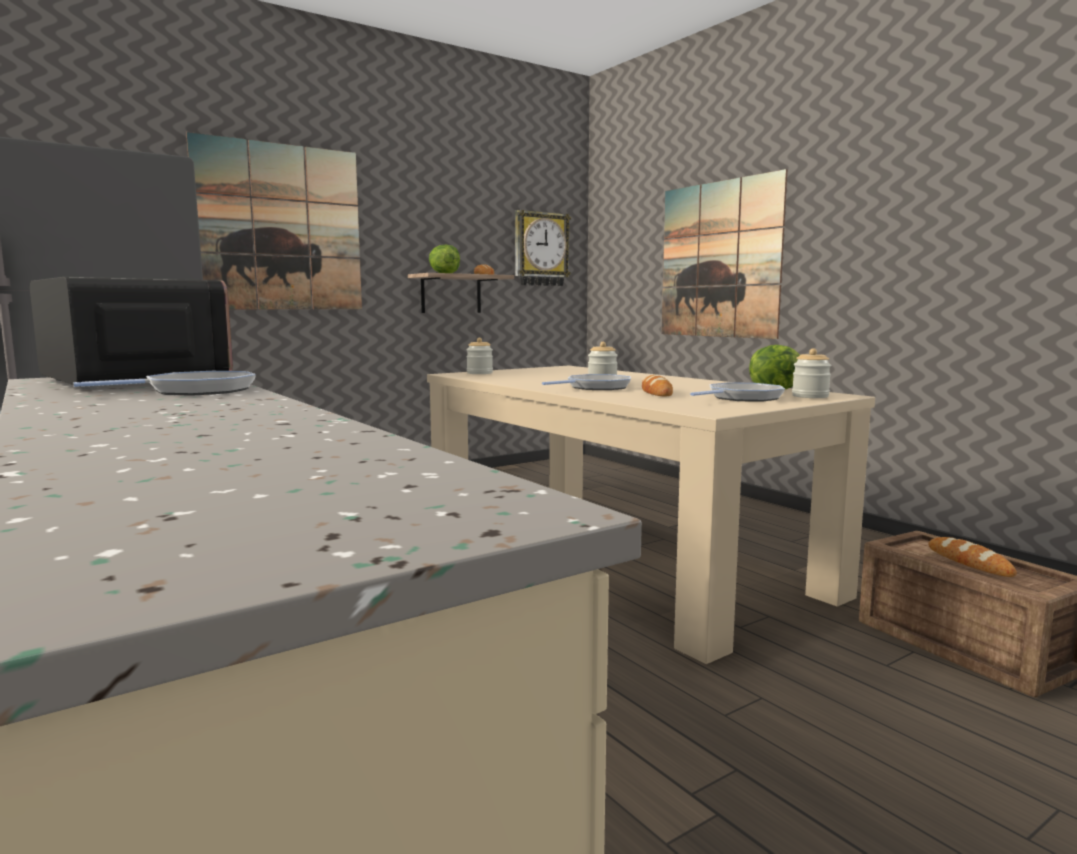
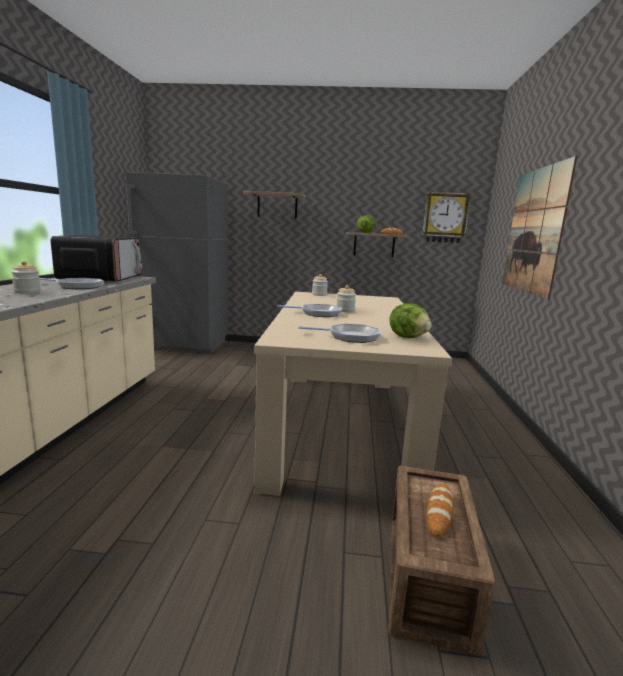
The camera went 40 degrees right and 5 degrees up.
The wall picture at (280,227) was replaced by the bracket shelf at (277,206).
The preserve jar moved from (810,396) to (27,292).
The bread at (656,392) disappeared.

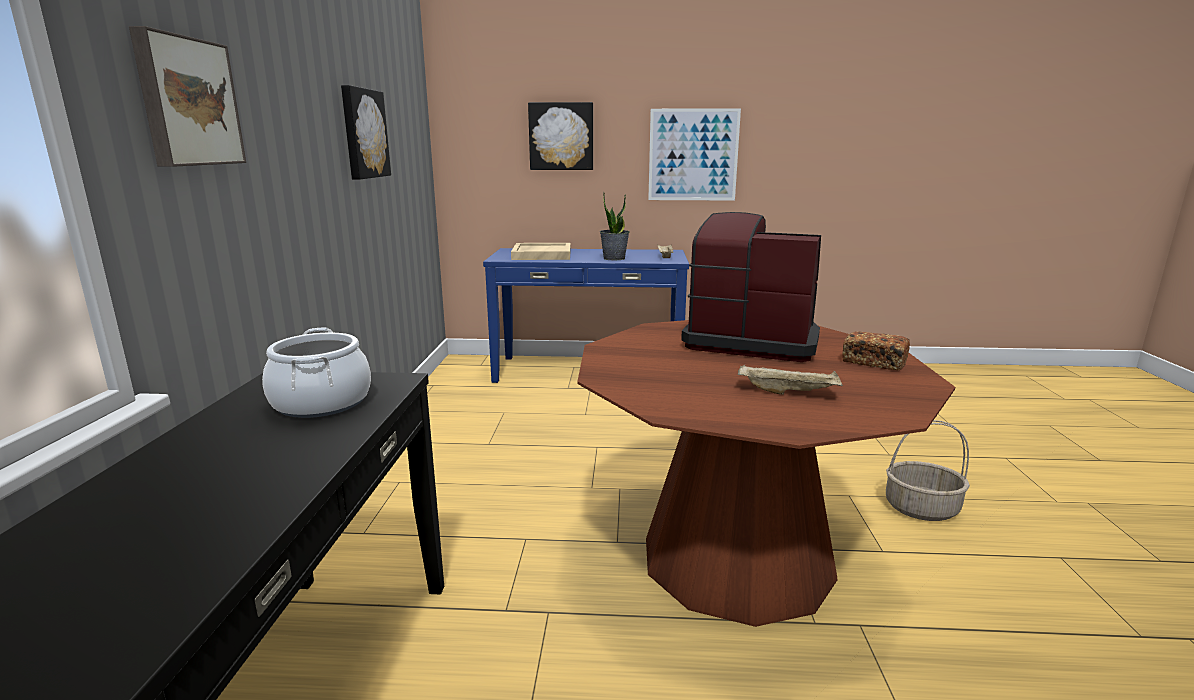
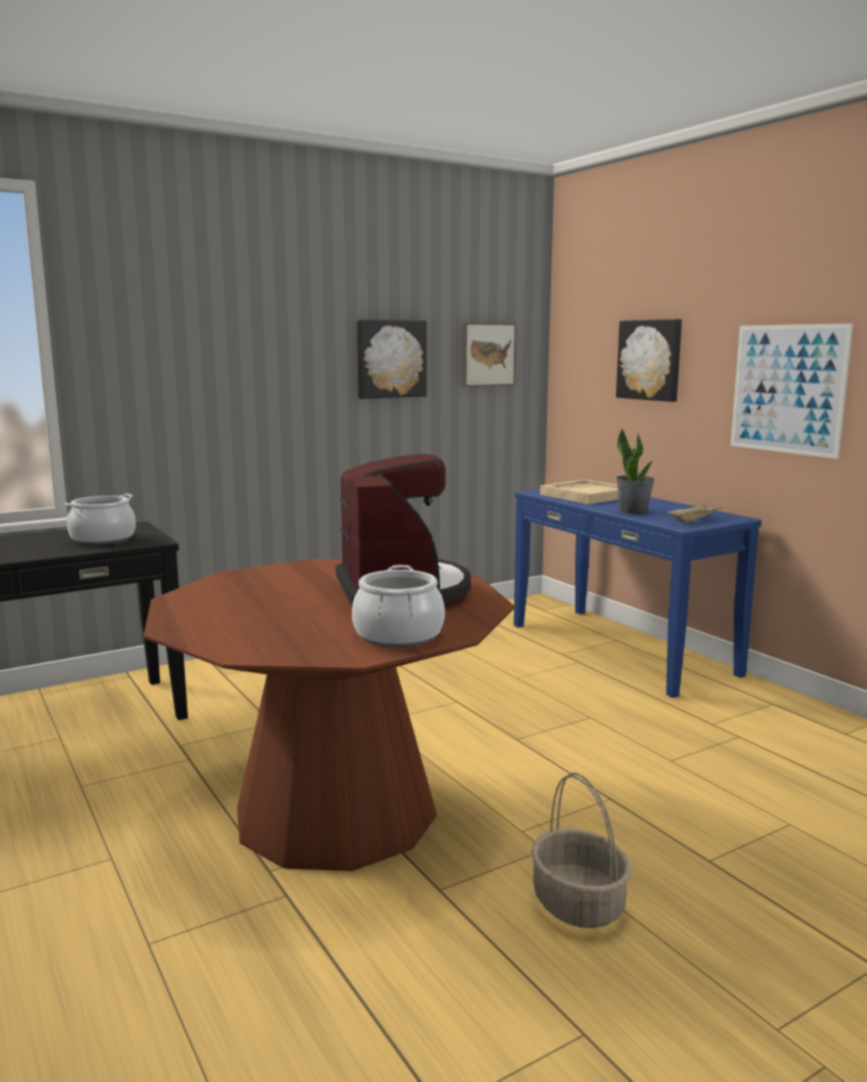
The camera went 55 degrees right and 5 degrees down.
The wall picture moved from (187,102) to (486,354).
The bread at (873,363) was replaced by the cooking pot at (398,635).
The sand-coloured serving tray at (789,392) disappeared.

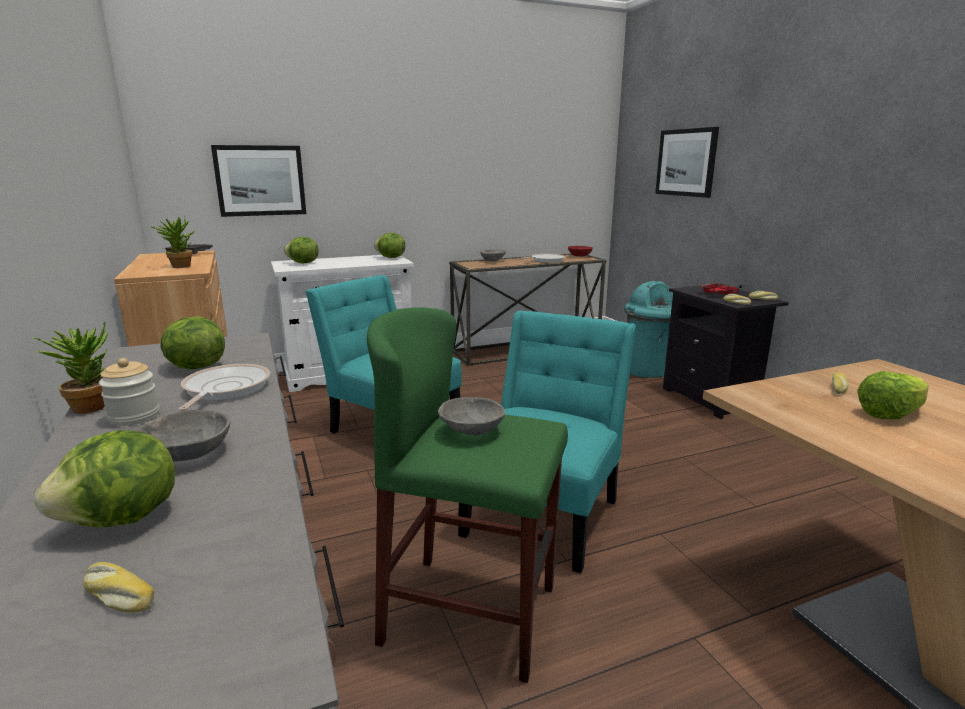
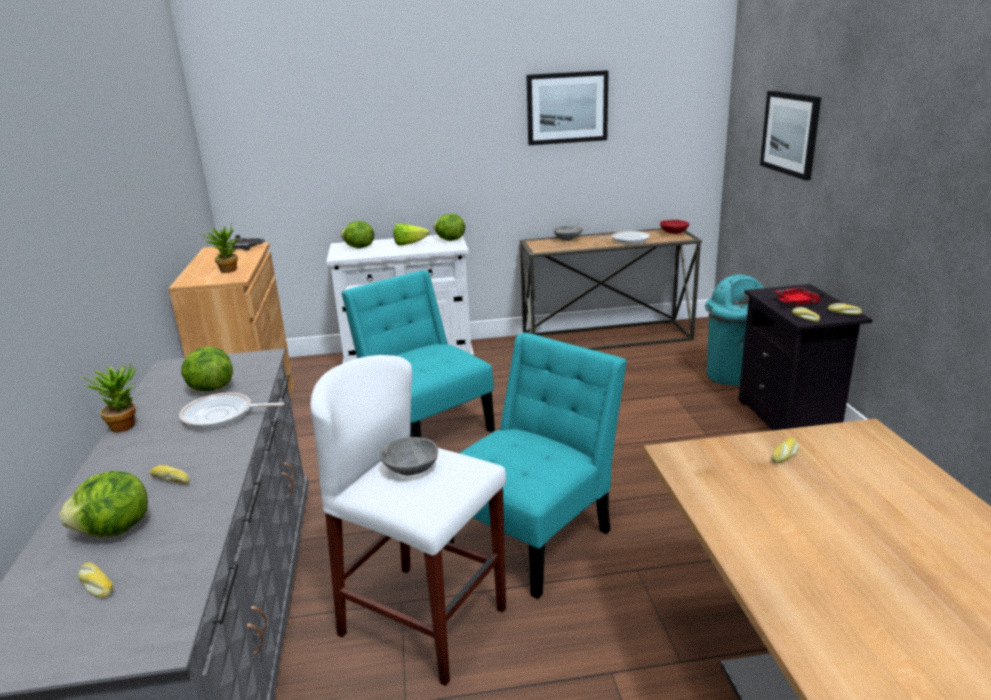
The camera went 15 degrees right and 5 degrees up.
The wall picture moved from (260,180) to (567,108).
The green stool at (470,614) became the white-coloured stool at (423,621).
The preserve jar at (134,417) disappeared.
The pan at (224,389) turned 105 degrees counterclockwise.
The lettuce head moved from (890,414) to (409,244).
The grey serving bowl at (187,454) was replaced by the bread at (172,479).

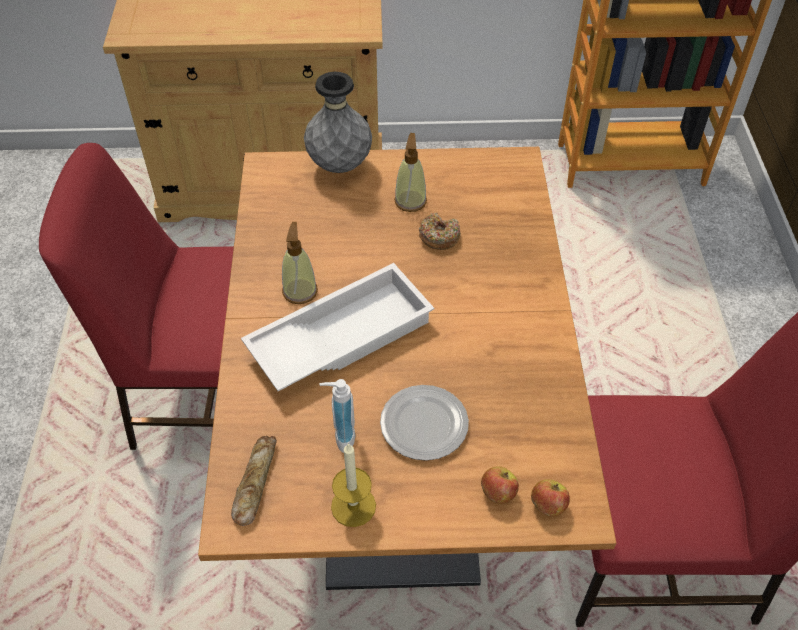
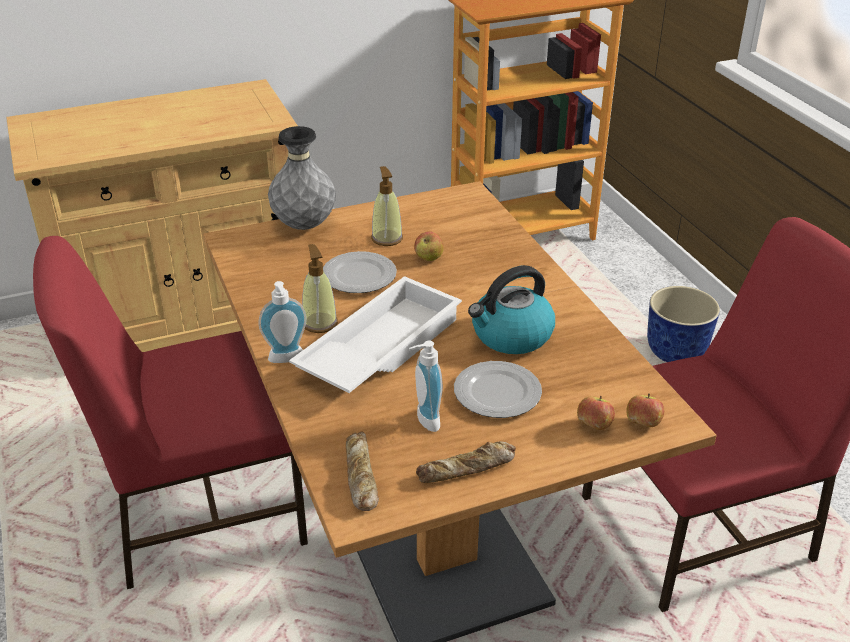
The camera went 20 degrees left and 15 degrees down.
The doughnut at (439,237) was replaced by the apple fruit at (429,258).
The wax candle at (353,506) was replaced by the bread at (467,469).
The dinner plate at (358,276) appeared.
The tea kettle at (511,336) appeared.
The soap bottle at (287,359) appeared.
The plant pot at (676,354) appeared.

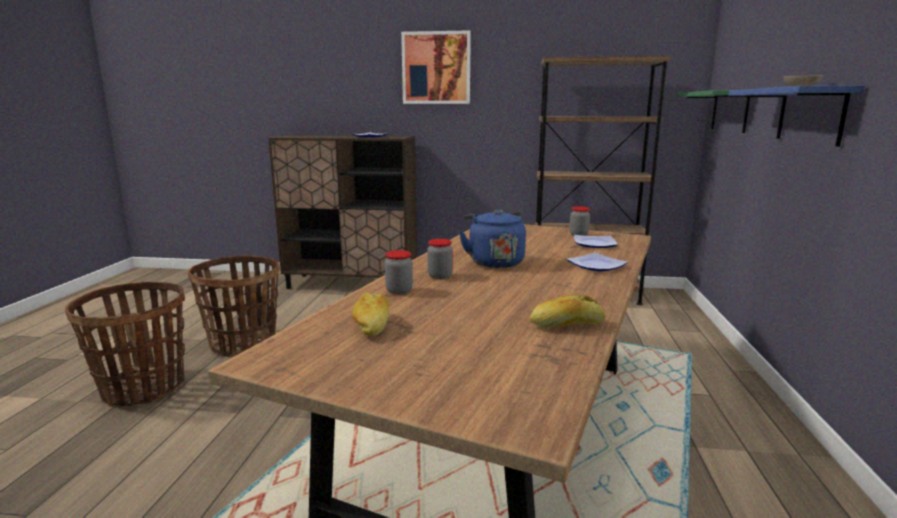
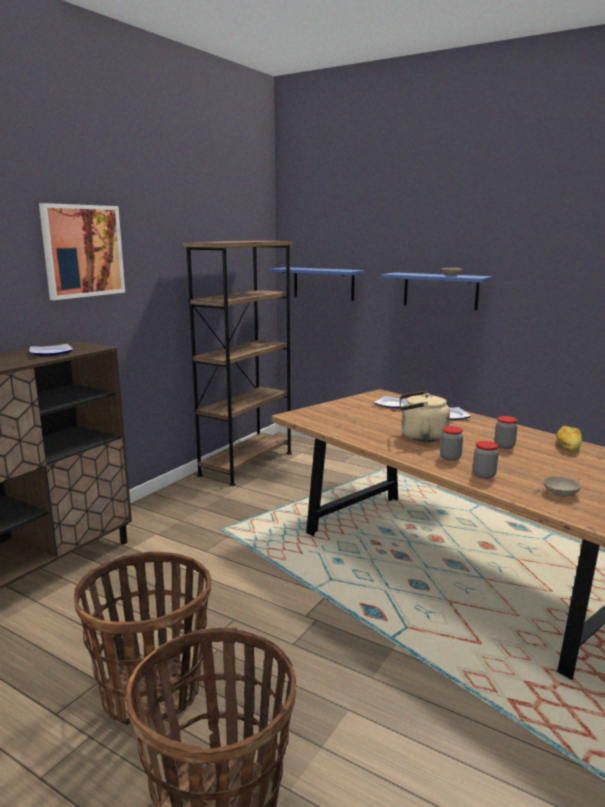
The camera went 65 degrees left and 0 degrees up.
The green bracket shelf at (730,111) became the bluish bracket shelf at (323,283).
The preserve jar moved from (578,235) to (504,446).
The bluish tea kettle at (494,262) became the sand-coloured tea kettle at (420,437).
The bread at (371,325) was replaced by the sand-coloured serving bowl at (561,493).

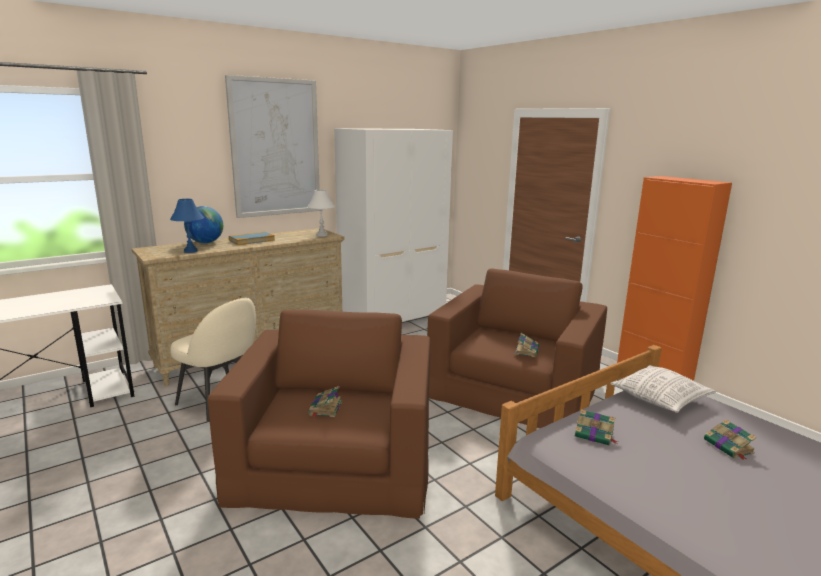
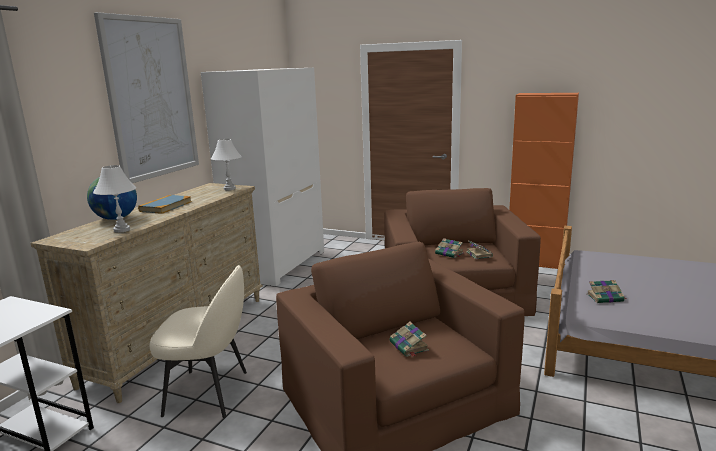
The camera went 30 degrees left and 0 degrees up.
The bluish table lamp at (190,251) became the white-coloured table lamp at (122,230).
The cushion at (660,399) disappeared.
The volume moved from (729,447) to (449,253).

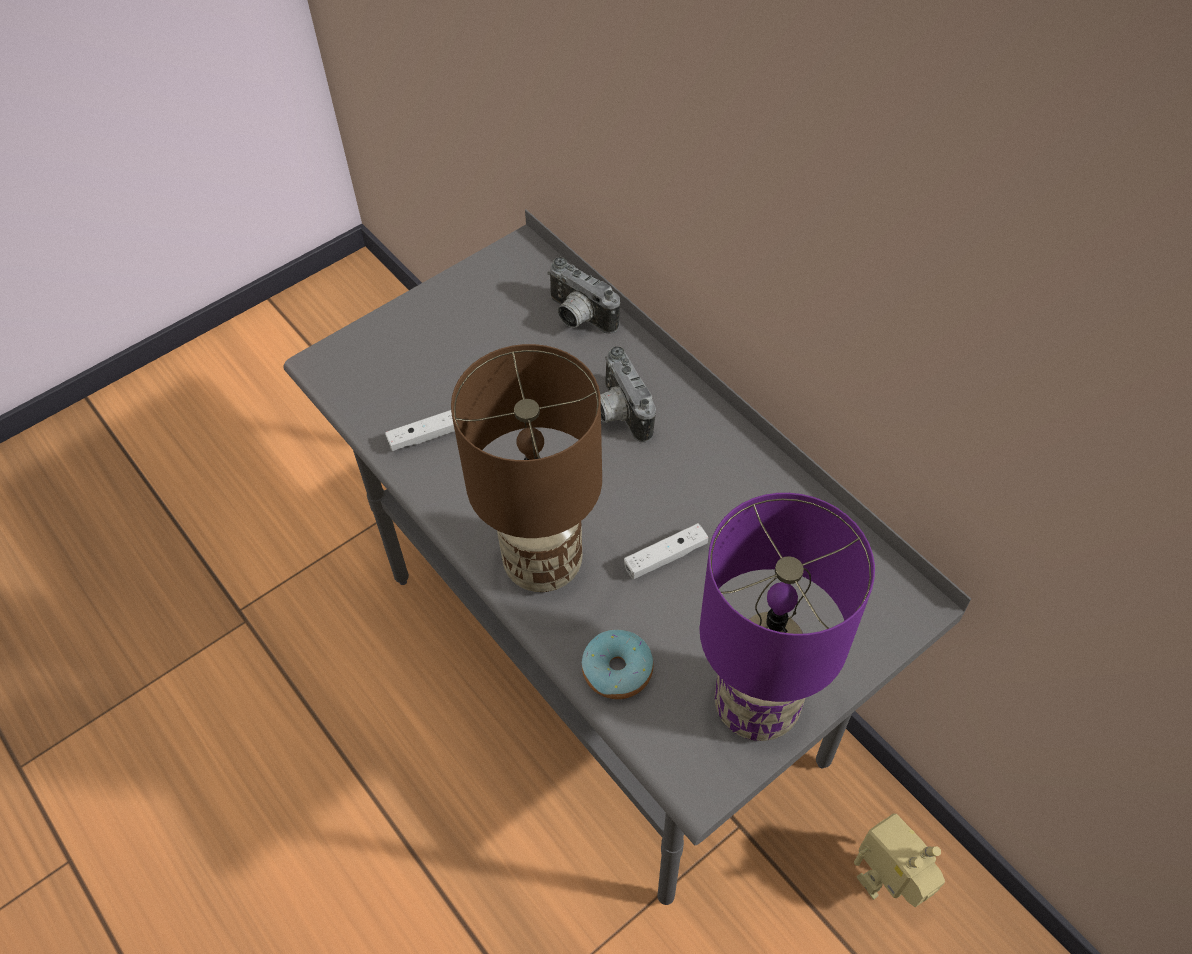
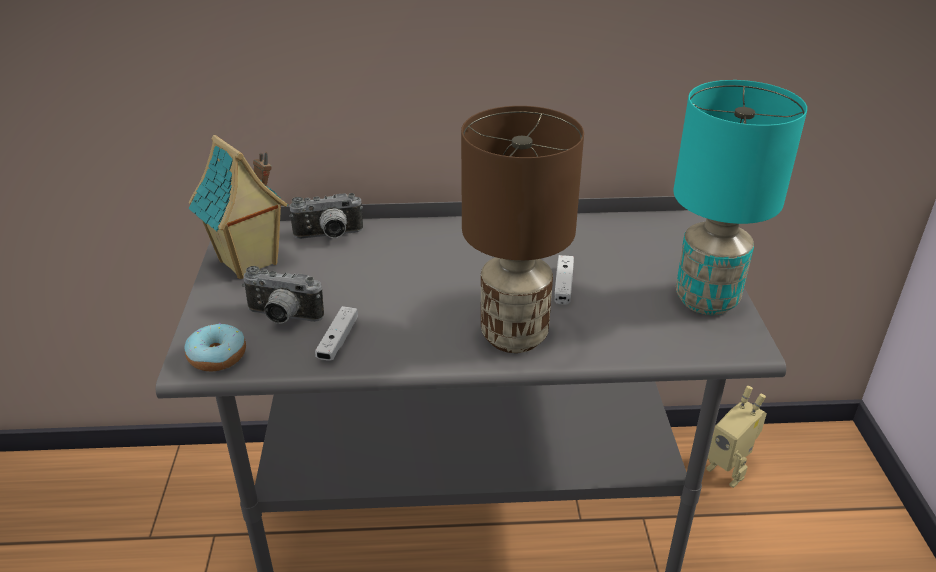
The camera went 55 degrees left and 20 degrees down.
The photo camera moved from (618,413) to (282,318).
The purple-coloured table lamp at (754,704) became the turquoise table lamp at (705,300).
The doughnut moved from (617,670) to (217,356).
The toy robot at (887,883) turned 45 degrees counterclockwise.
The miniature house at (249,263) appeared.

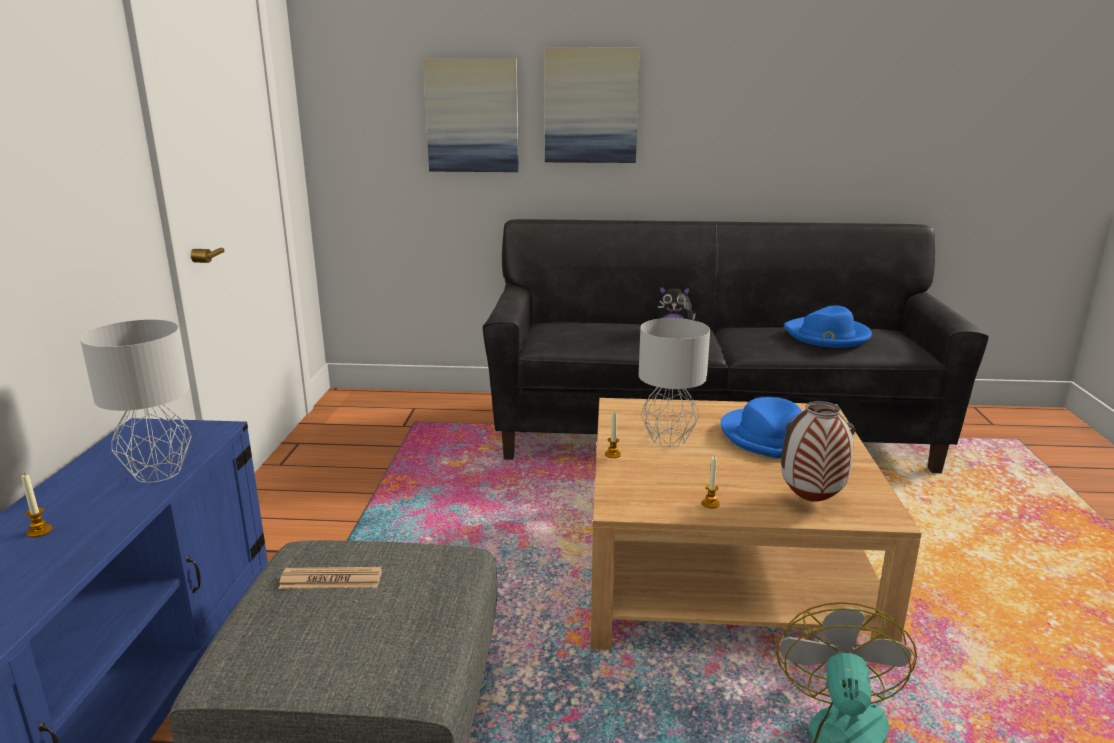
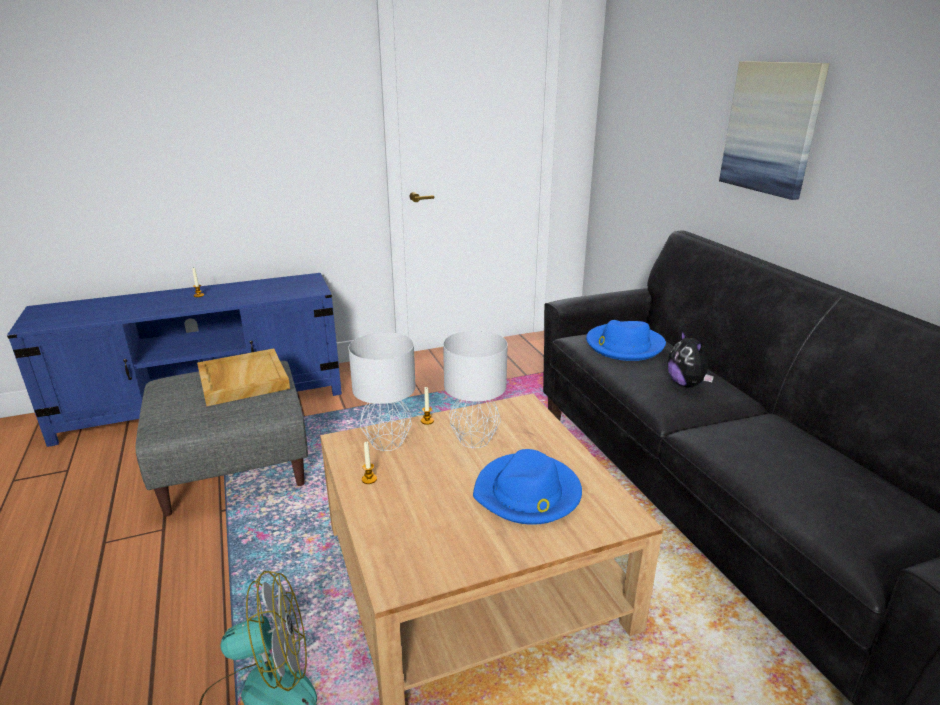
The camera went 65 degrees right and 5 degrees up.
The wall picture at (472,116) disappeared.
The bluish wearable hat moved from (827,336) to (623,345).
The grey table lamp moved from (158,473) to (386,443).
The vase at (810,501) disappeared.
The newspaper at (331,579) was replaced by the sand-coloured serving tray at (242,380).

